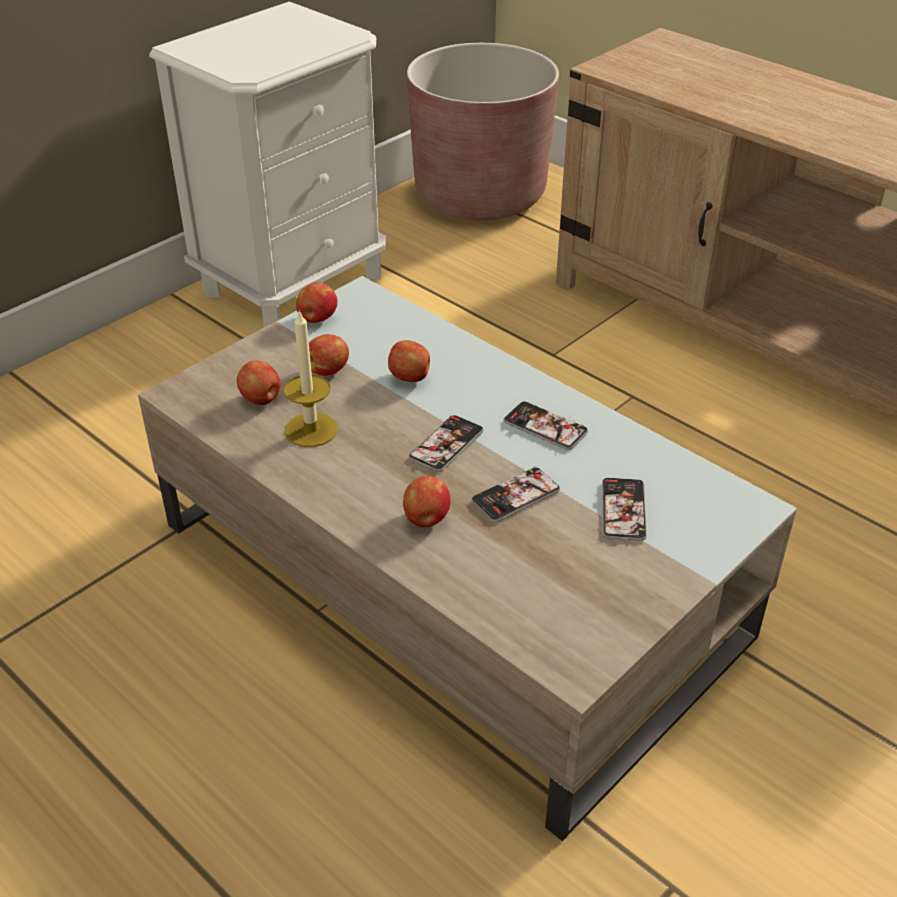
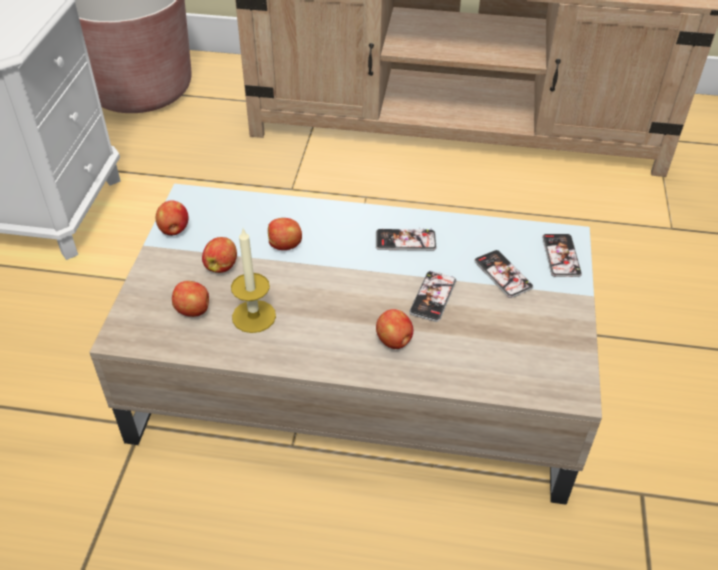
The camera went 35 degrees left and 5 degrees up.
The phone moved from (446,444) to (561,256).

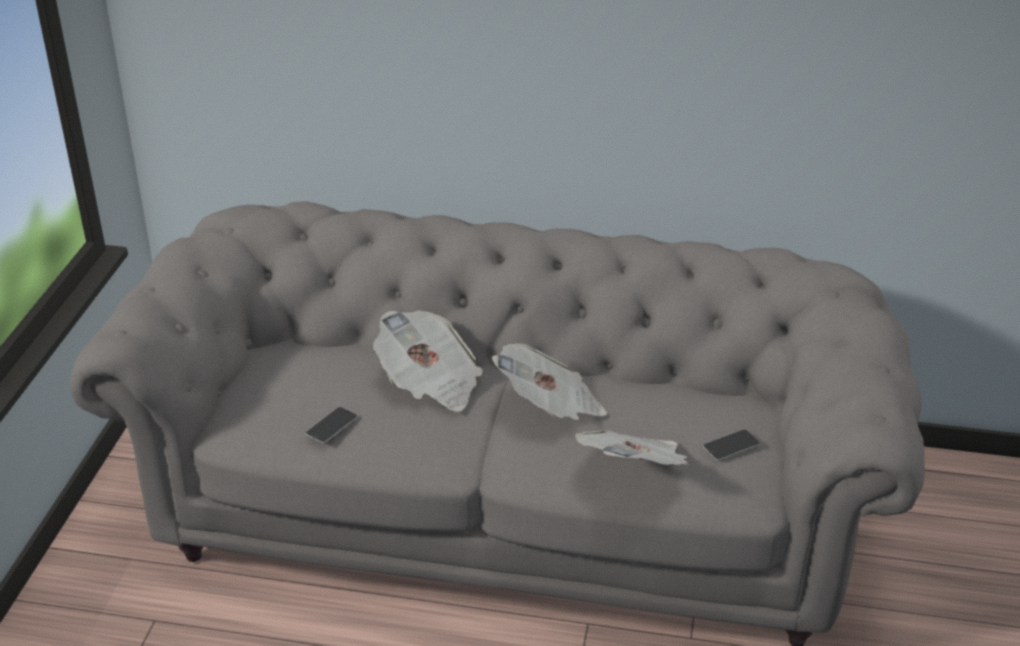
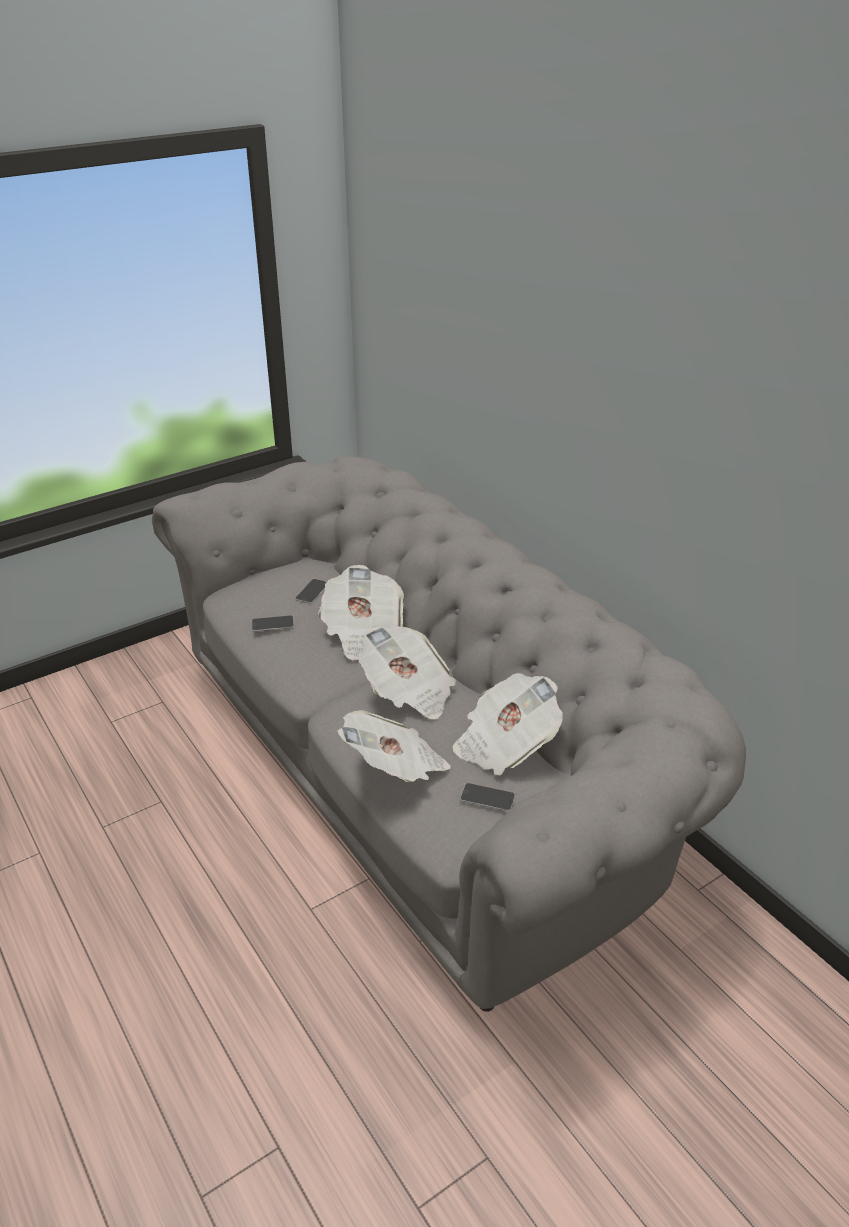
The camera went 45 degrees right and 0 degrees up.
The phone at (312,591) appeared.
The newspaper at (505,744) appeared.

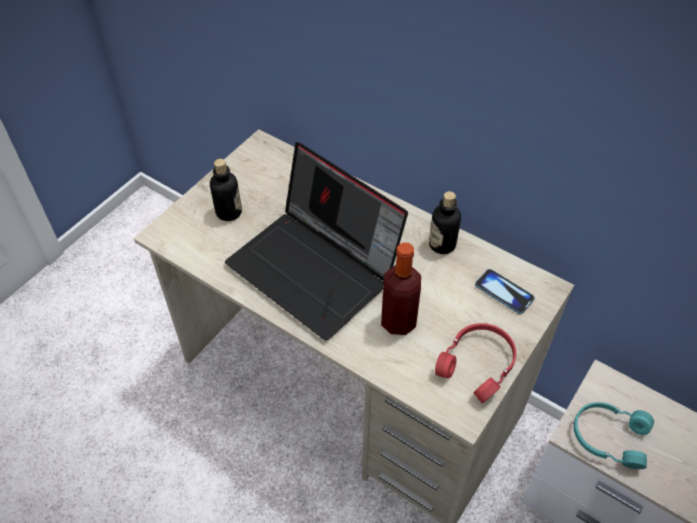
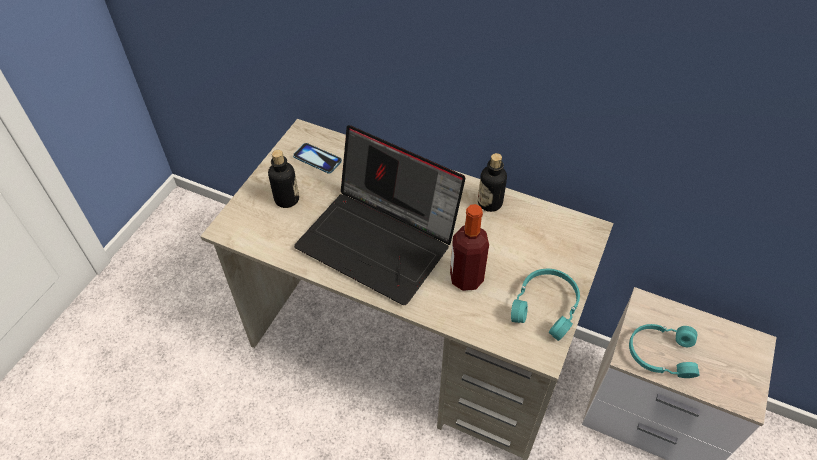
The camera went 10 degrees left and 0 degrees up.
The phone moved from (504,292) to (317,159).
The red-coloured headset at (478,365) became the turquoise headset at (546,307).

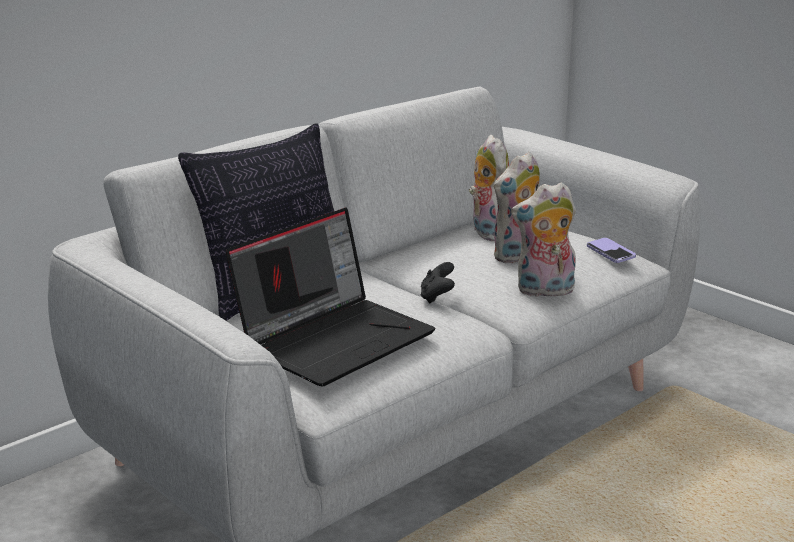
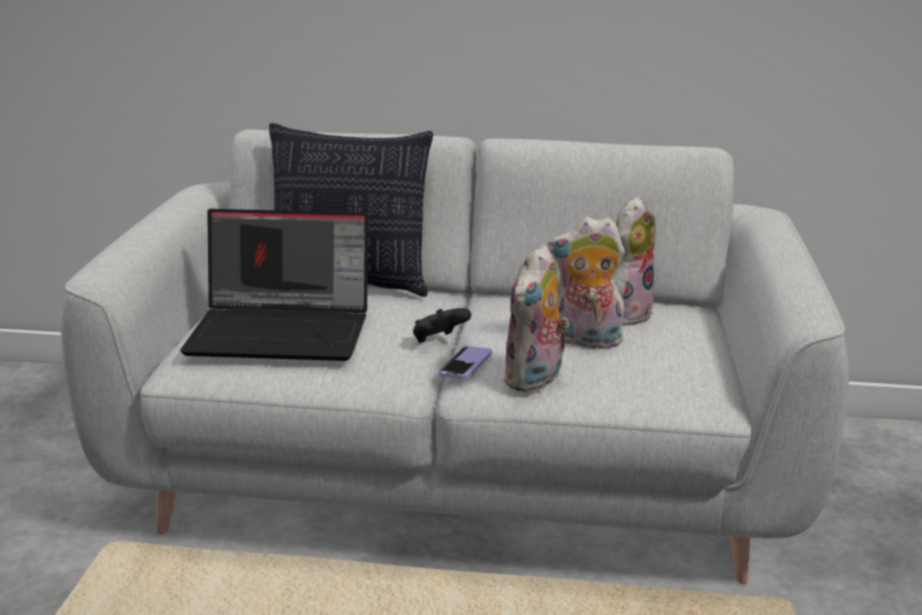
The camera went 50 degrees right and 0 degrees up.
The cuddly toy at (544,291) turned 105 degrees counterclockwise.
The phone moved from (610,252) to (465,364).

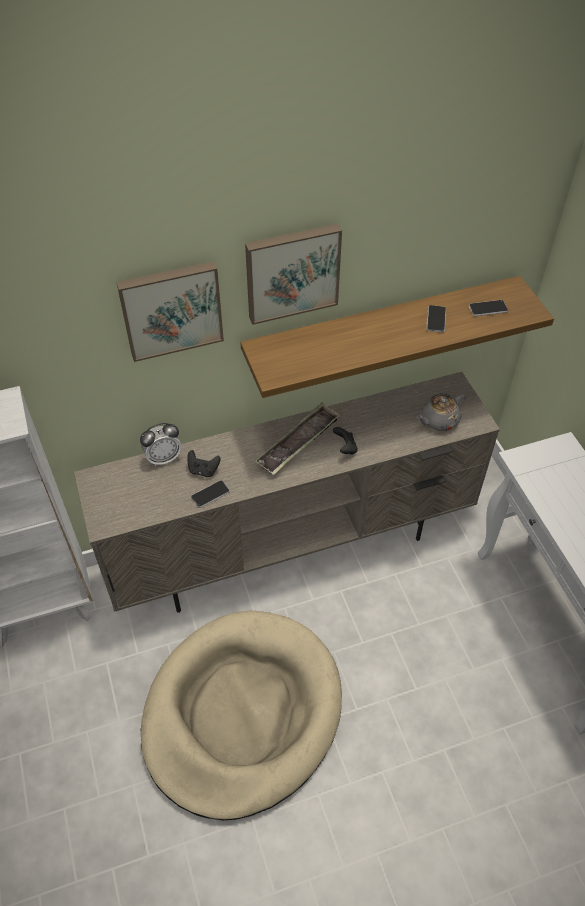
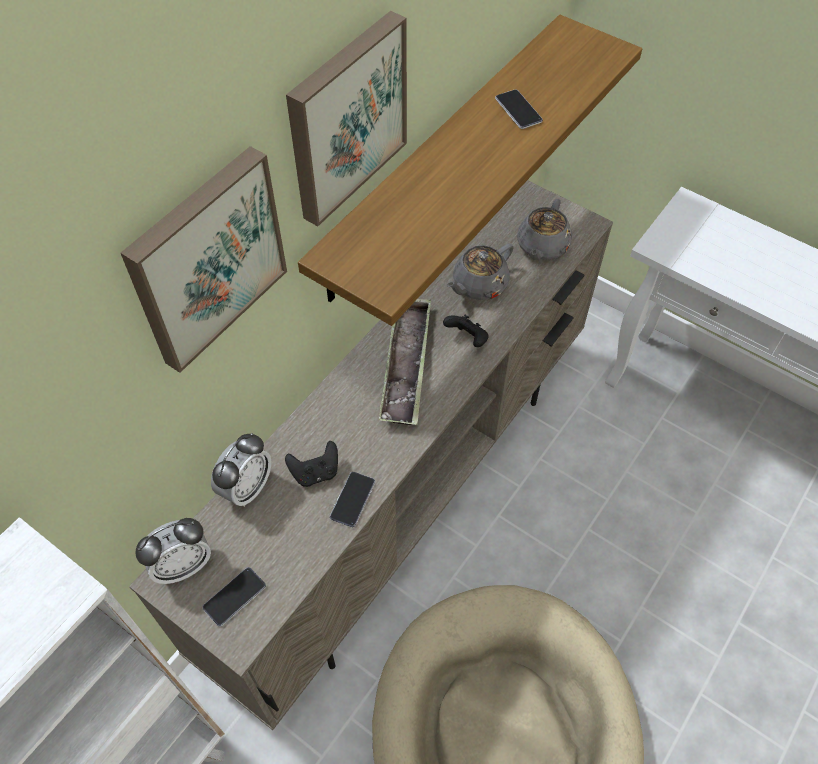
The camera went 35 degrees left and 5 degrees up.
The phone moved from (488,309) to (234,597).
The grey tea pot at (478,285) appeared.
The table clock at (183,565) appeared.

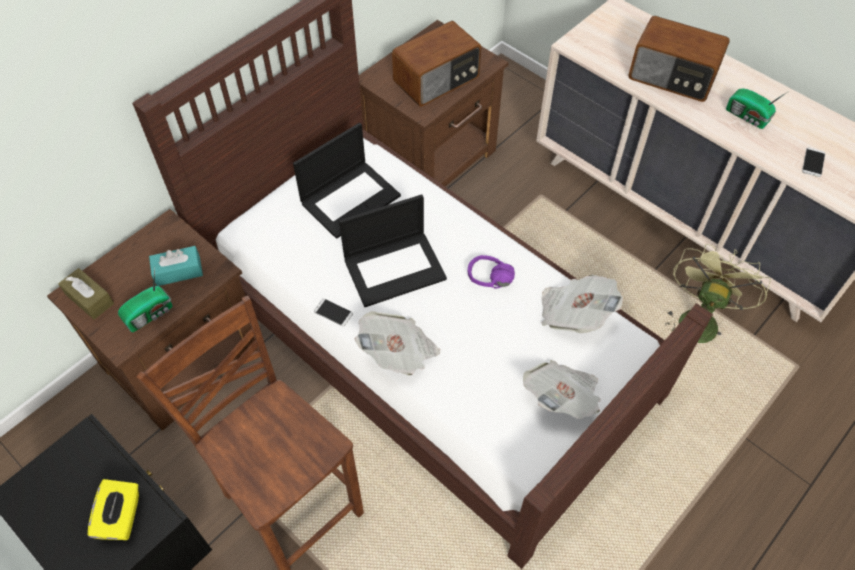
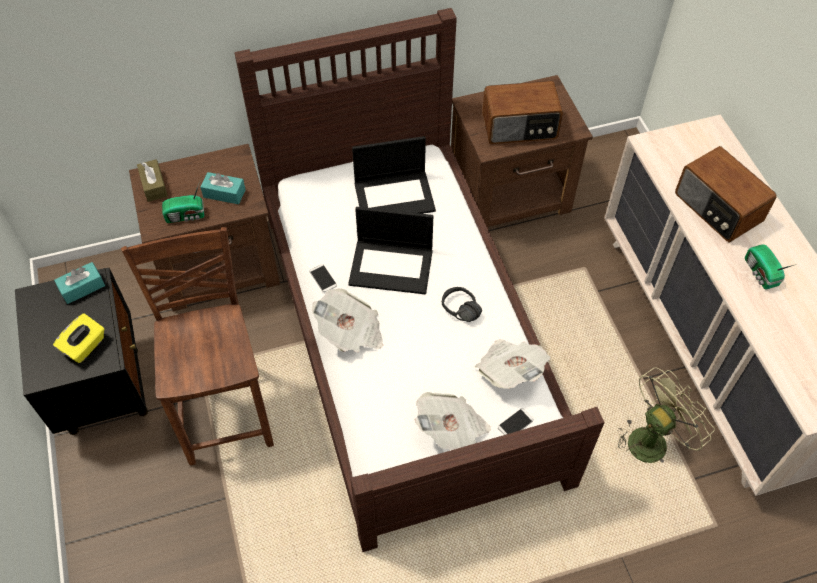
The camera went 30 degrees right and 0 degrees up.
The phone moved from (813,162) to (515,423).
The purple-coloured headset at (488,283) became the blackish headset at (456,313).
The turquoise tissue box at (82,287) appeared.

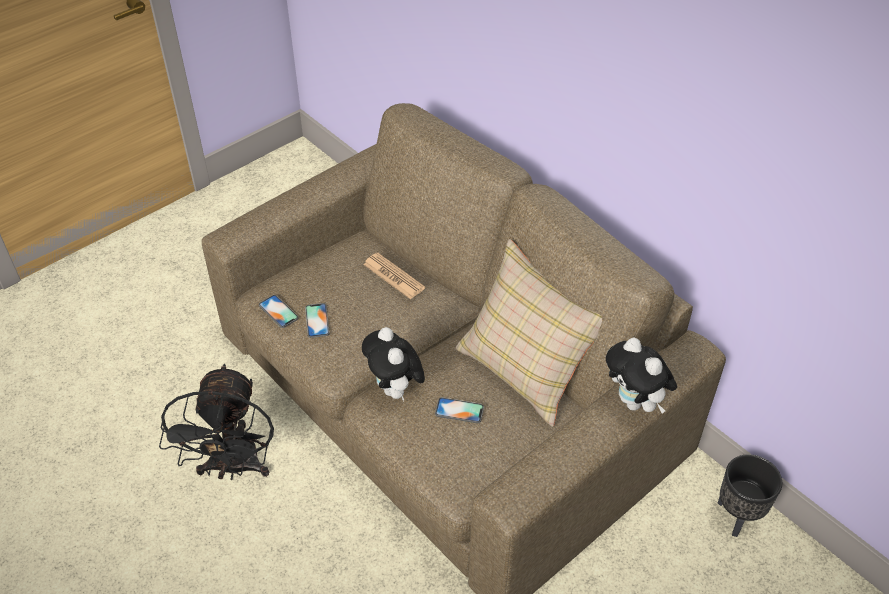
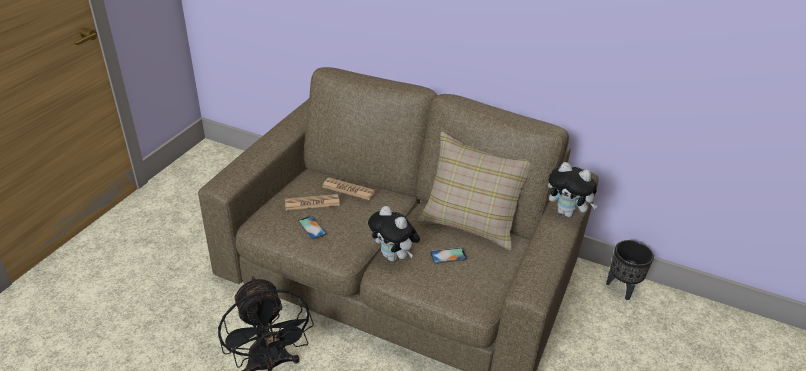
The camera went 25 degrees left and 10 degrees down.
The phone at (278,311) disappeared.
The newspaper at (312,203) appeared.

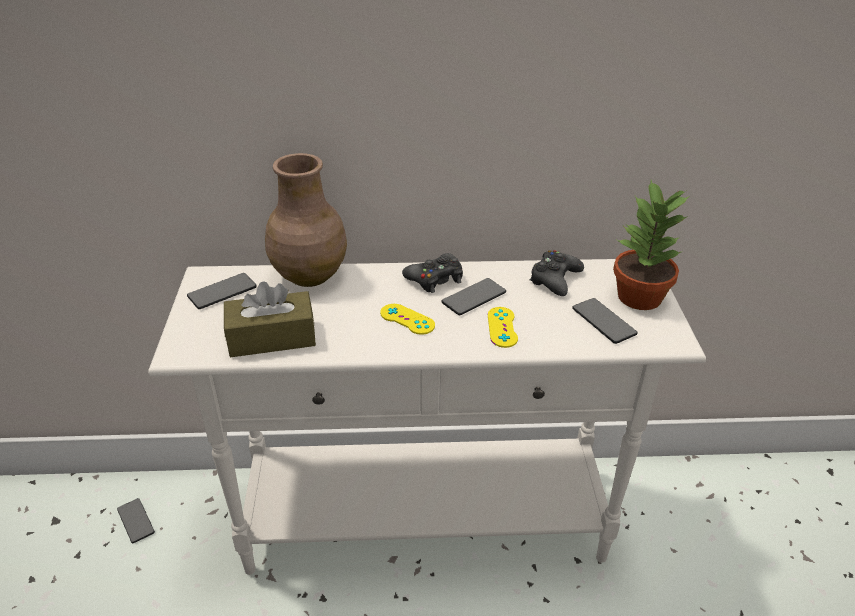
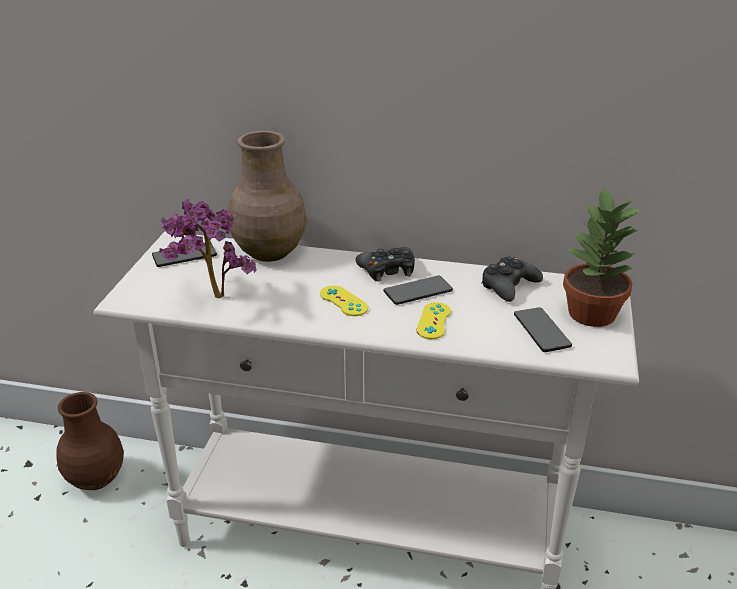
The camera went 15 degrees right and 5 degrees down.
The brown tissue box at (272,338) was replaced by the houseplant at (211,299).
The phone at (136,521) was replaced by the brown vase at (96,478).

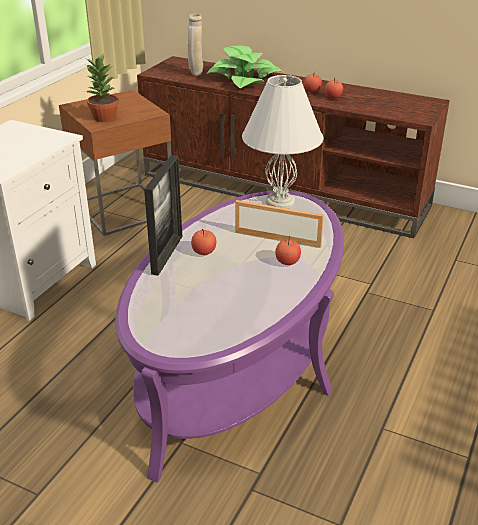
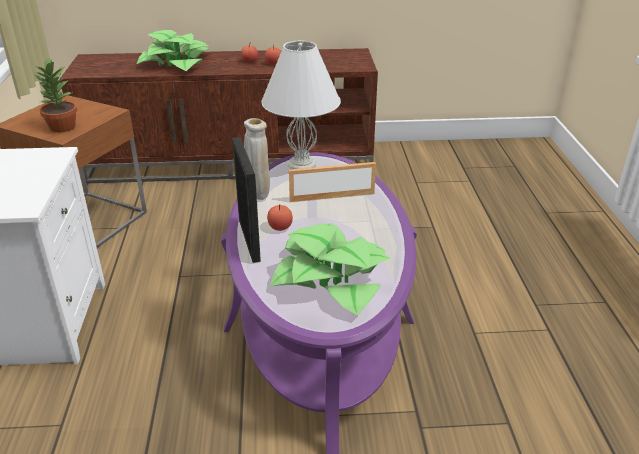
The camera went 30 degrees left and 0 degrees up.
The sand-coloured vase moved from (196,74) to (258,196).
The apple fruit at (287,262) disappeared.
The houseplant at (332,277) appeared.

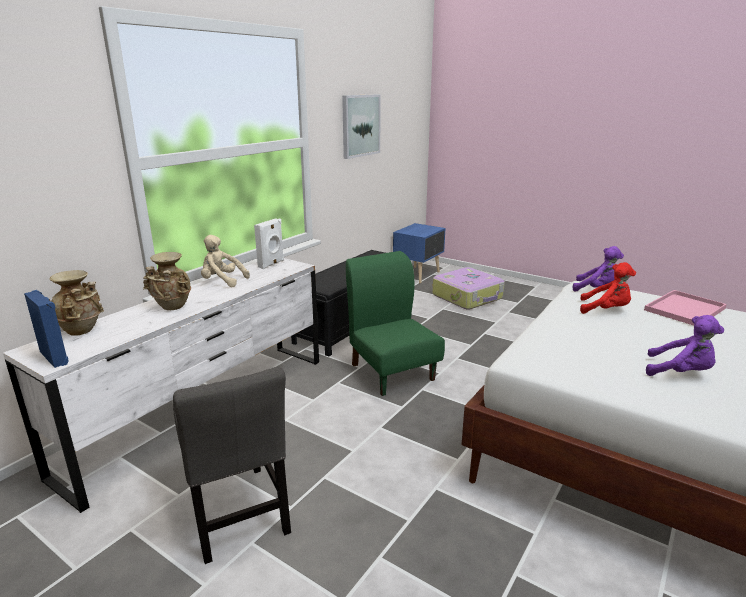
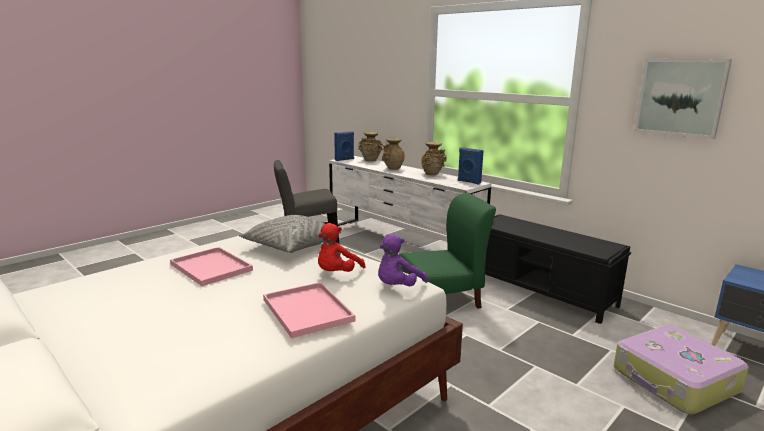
The camera went 100 degrees right and 5 degrees down.
The white-coloured audio speaker at (272,264) became the bluish audio speaker at (468,182).
The sand-coloured cuddly toy at (222,281) was replaced by the sand-coloured vase at (432,174).
The purple-coloured cuddly toy at (680,372) was replaced by the pink serving tray at (209,267).
The grey cushion at (291,247) appeared.

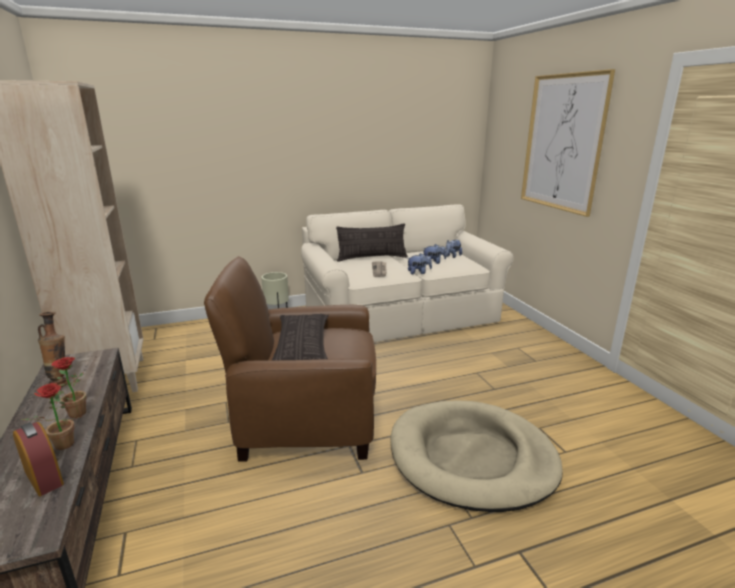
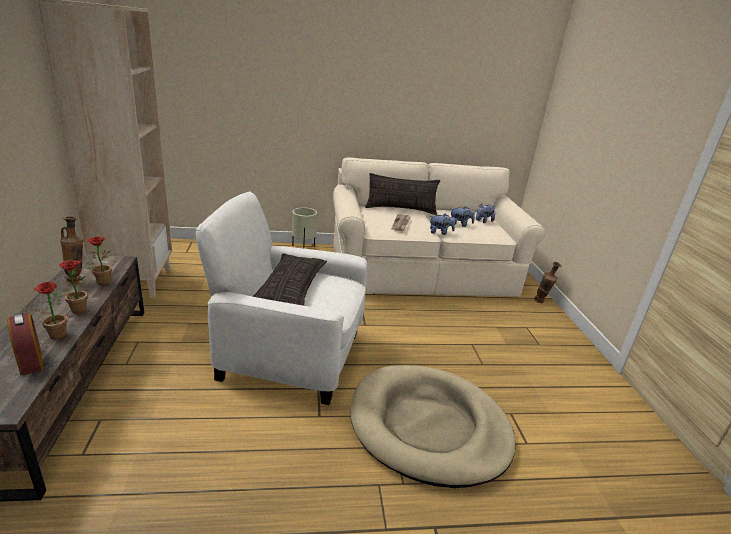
The camera went 10 degrees right and 5 degrees up.
The wall picture at (562,143) disappeared.
The brown armchair at (306,419) became the white-coloured armchair at (289,355).
The houseplant at (102,281) appeared.
The vase at (541,302) appeared.

